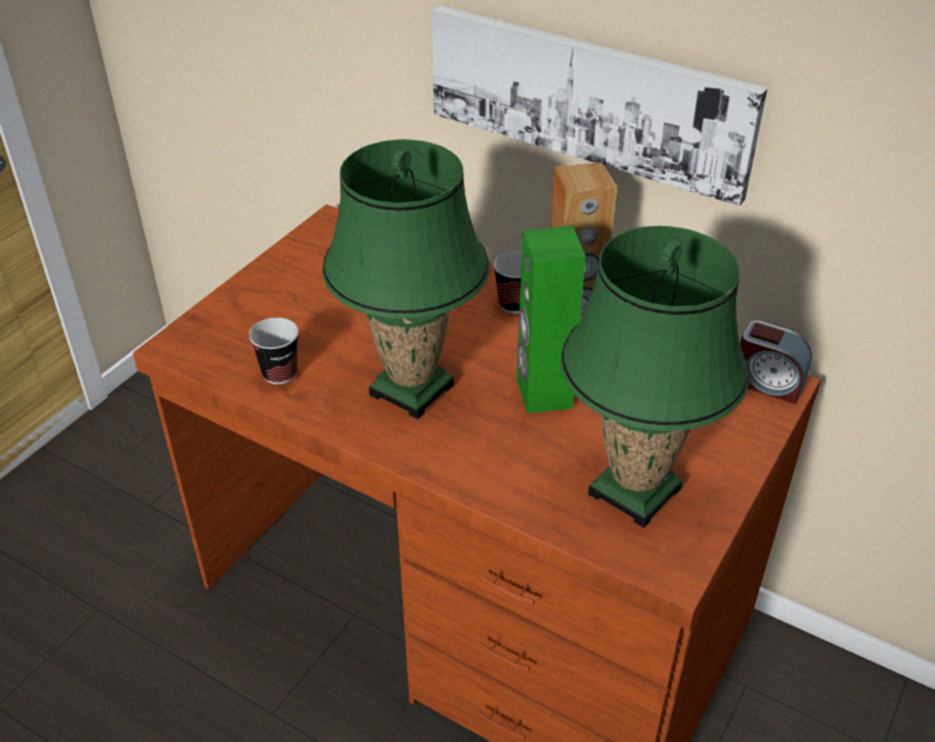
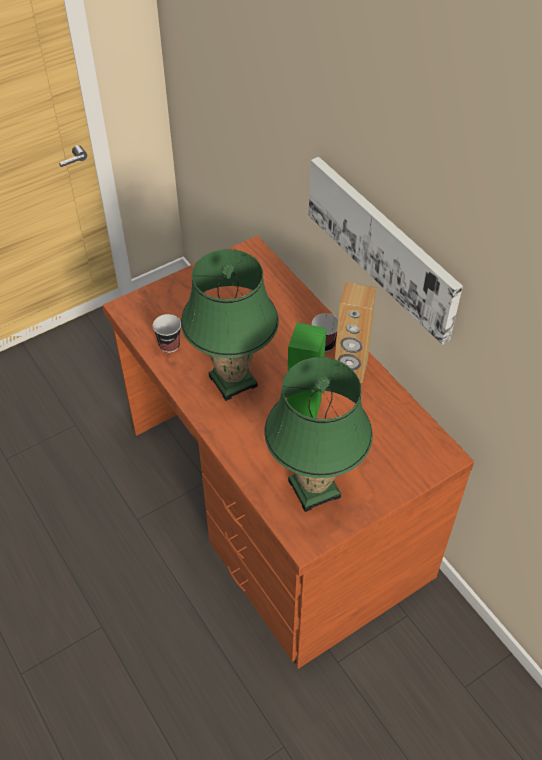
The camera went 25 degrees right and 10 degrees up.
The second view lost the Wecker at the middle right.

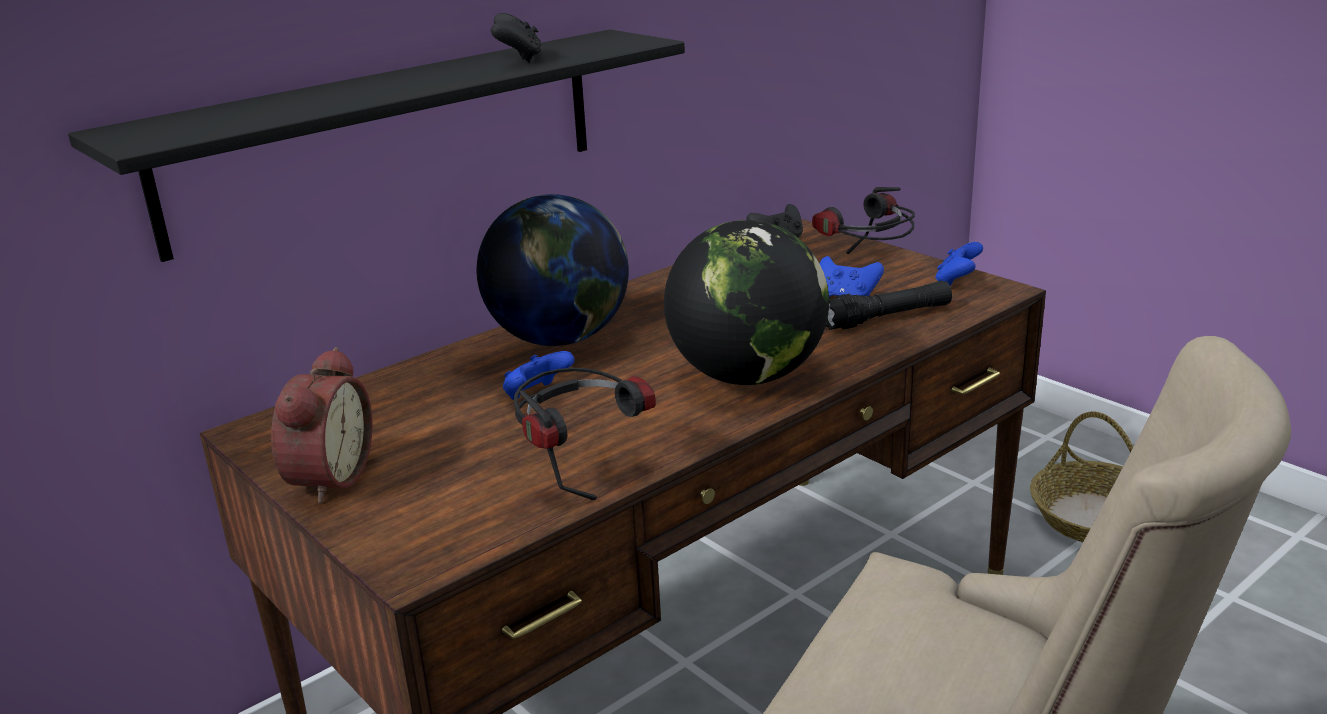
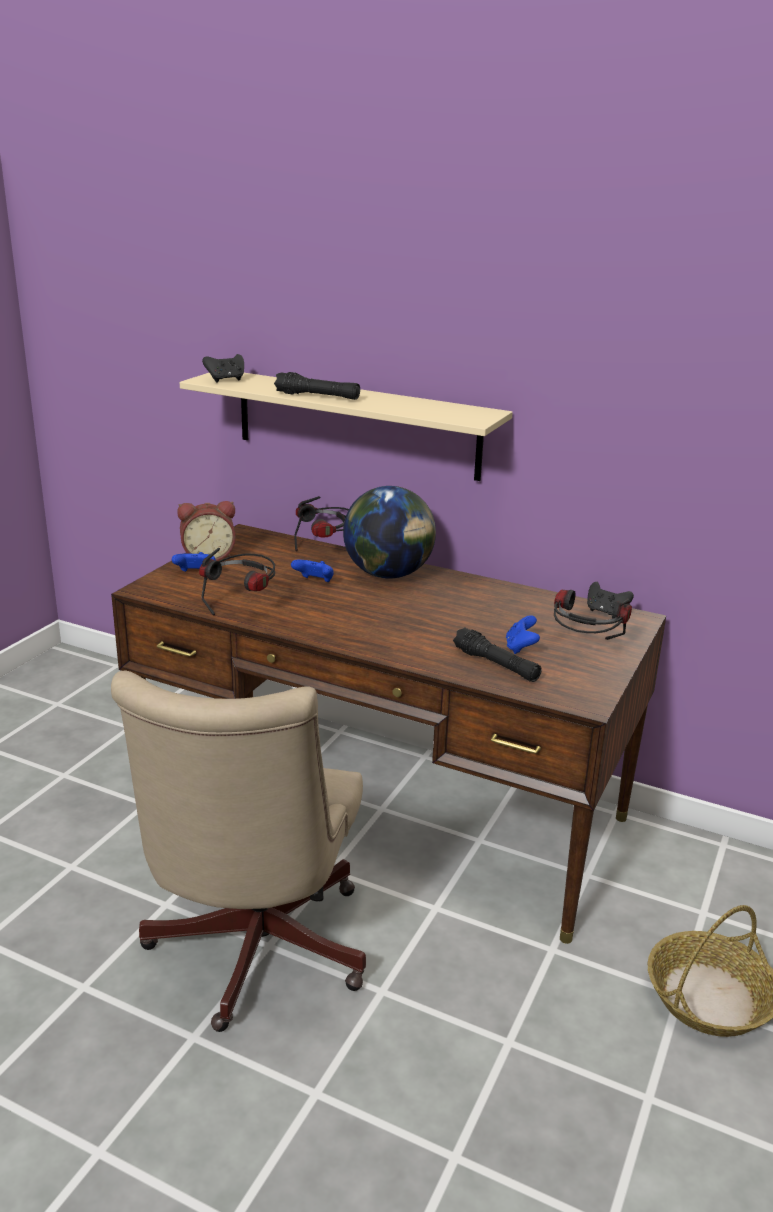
The camera went 65 degrees right and 0 degrees up.
What was the Wandregal (schwarz) at the top left turned into the Wandregal (beige) at the centre.
The Gamepad (schwarz) (1st from left) ended up elsewhere, having gone from the top centre to the top left.
The second view lost the Globus (2nd from left) at the centre.
The Gamepad (blau) (3rd from left in the first image) ended up elsewhere, having gone from the middle right to the middle left.
The second view gained the Taschenlampe (schwarz) (1st from left) at the top centre.
The second view gained the Kopfhörer (2nd from left) at the centre.

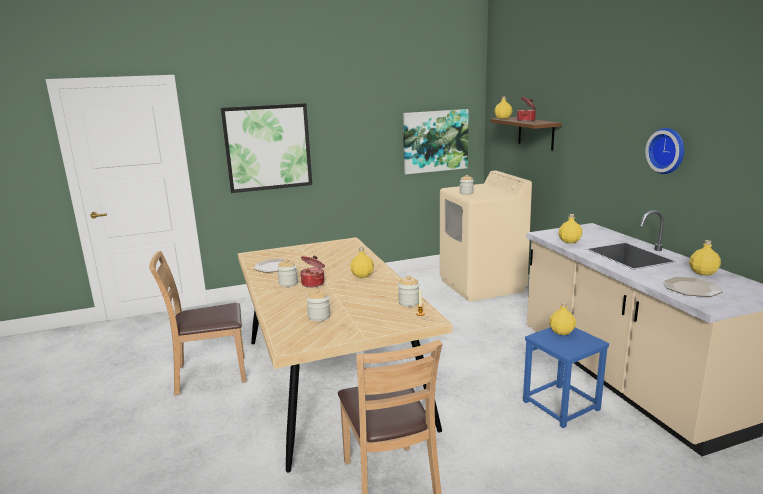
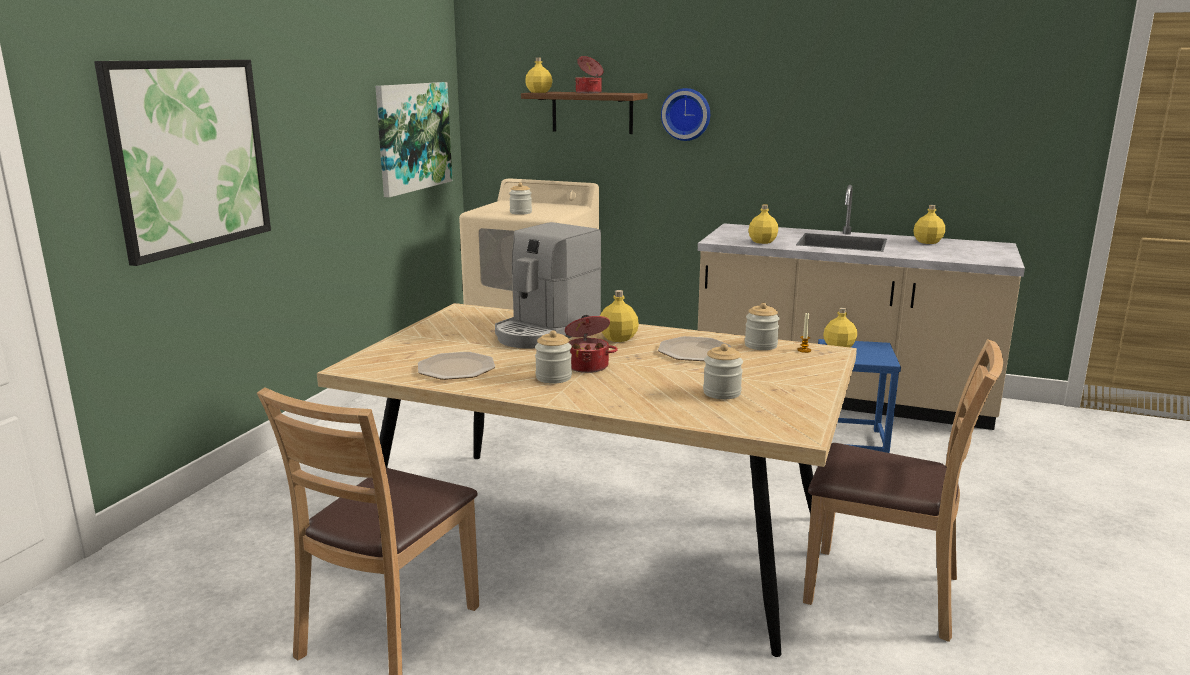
The camera went 50 degrees left and 0 degrees up.
The Wanduhr ended up elsewhere, having gone from the top right to the top centre.
The Teller (2nd from left) ended up elsewhere, having gone from the middle right to the centre.
The second view gained the Kaffeemaschine at the centre.

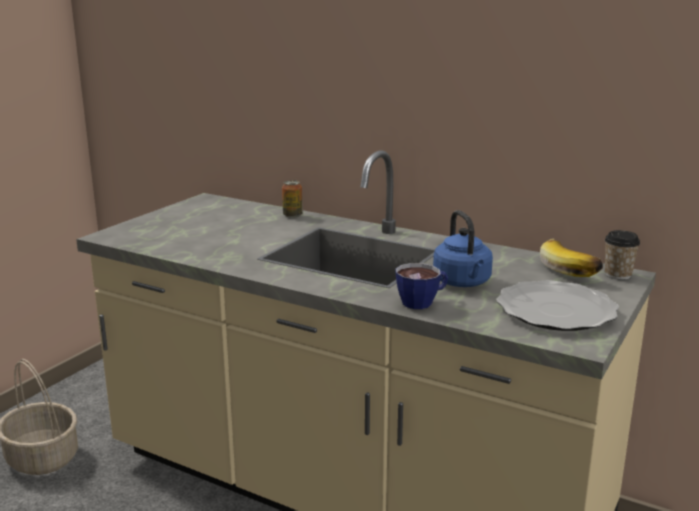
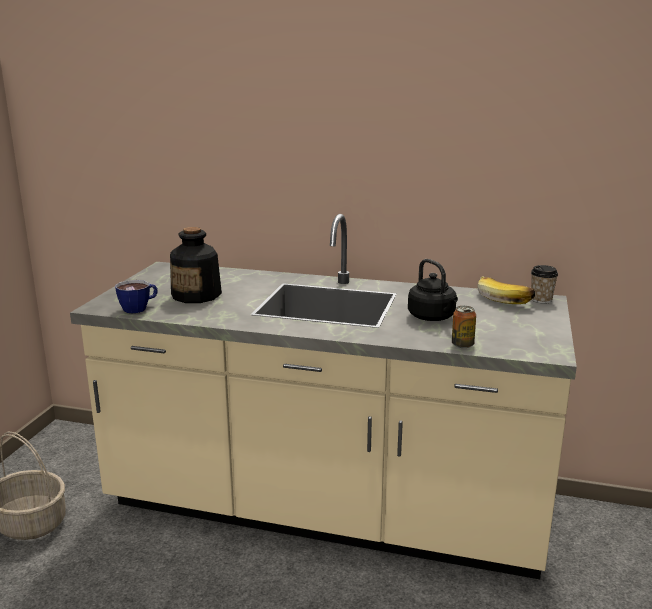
The camera went 15 degrees left and 0 degrees up.
The Dose ended up elsewhere, having gone from the centre to the middle right.
The Tasse (1st from left) ended up elsewhere, having gone from the centre to the middle left.
What was the Wasserkessel (blau) at the centre turned into the Wasserkessel (schwarz) at the centre.
The second view lost the Teller at the middle right.
The second view gained the Flasche at the middle left.

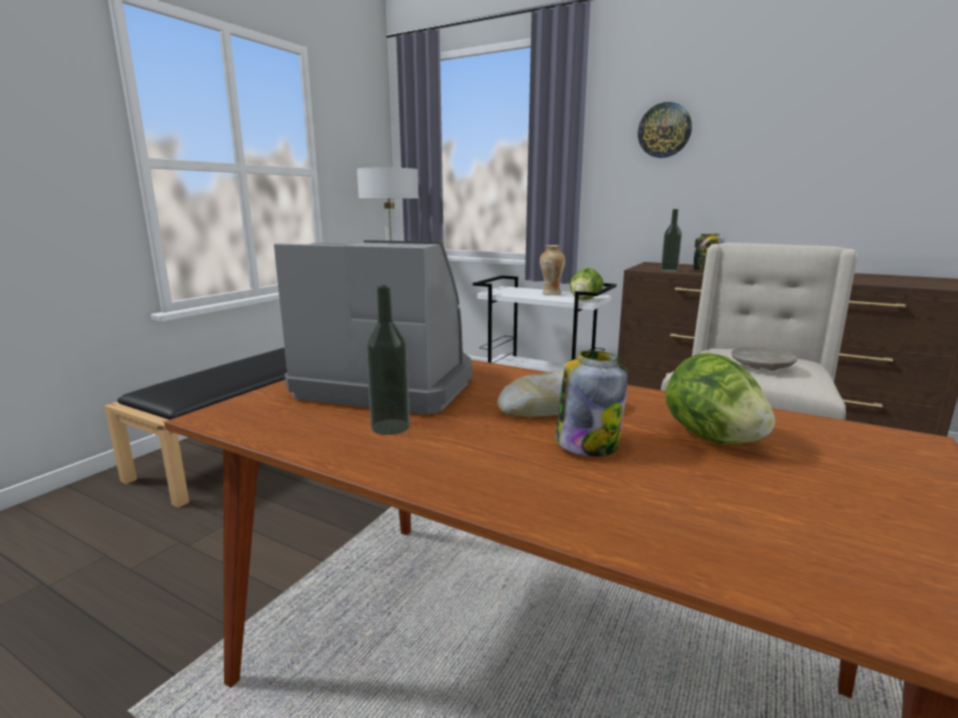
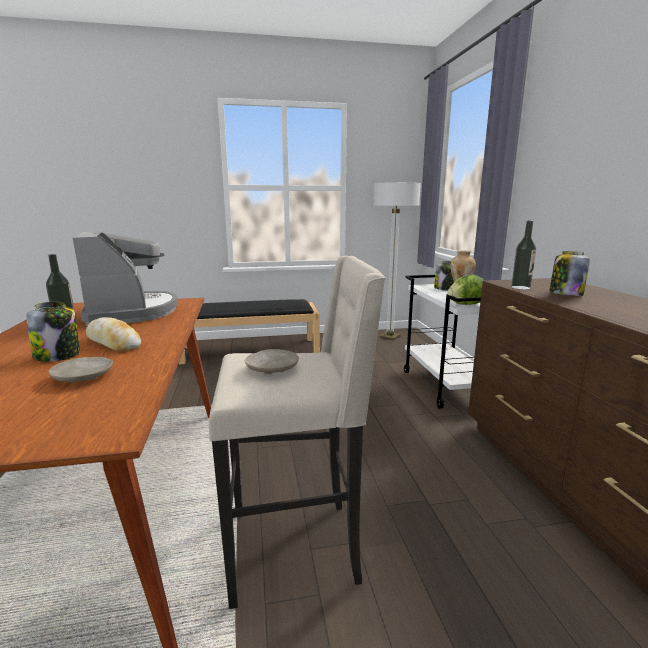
The camera went 50 degrees right and 0 degrees up.
The second view lost the Wanduhr at the top right.
Where the Salatkopf (2nd from left) stood at the middle right, the Teller (beige) (1st from left) came to stand at the middle left.
The second view gained the Vorratsglas (2nd from left) at the middle right.

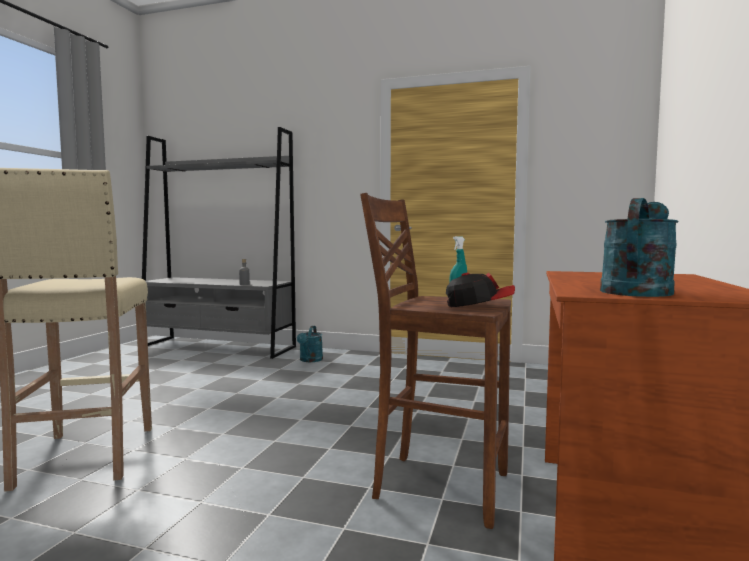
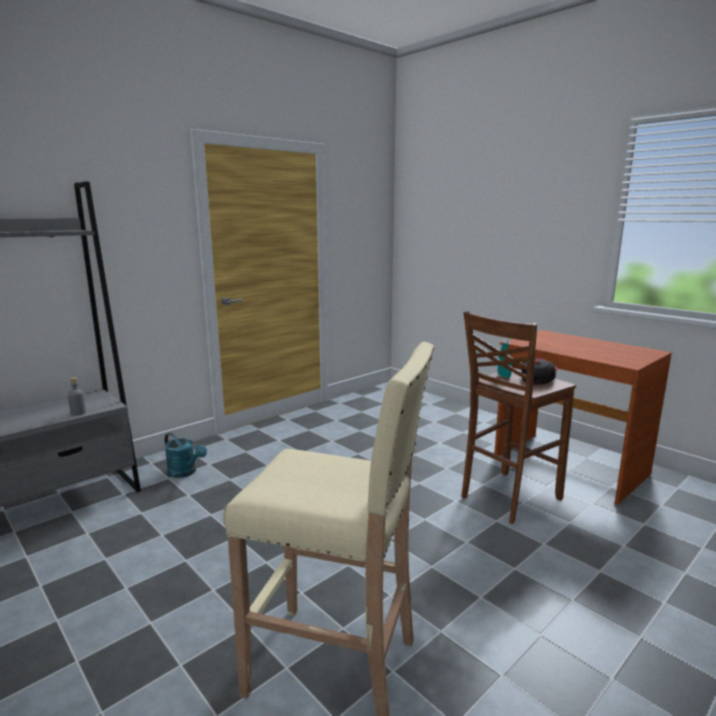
The camera went 60 degrees left and 10 degrees up.
The second view lost the Gießkanne (türkis) (2nd from left) at the middle right.

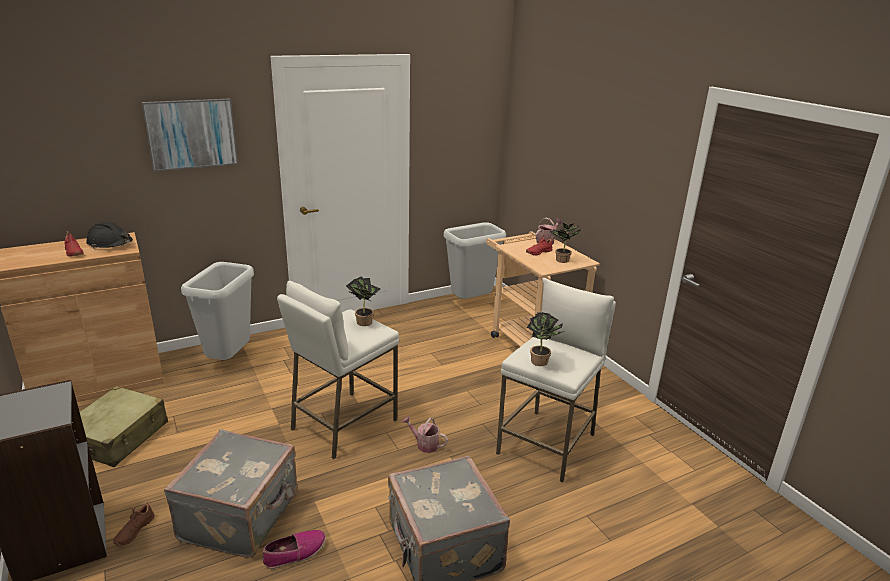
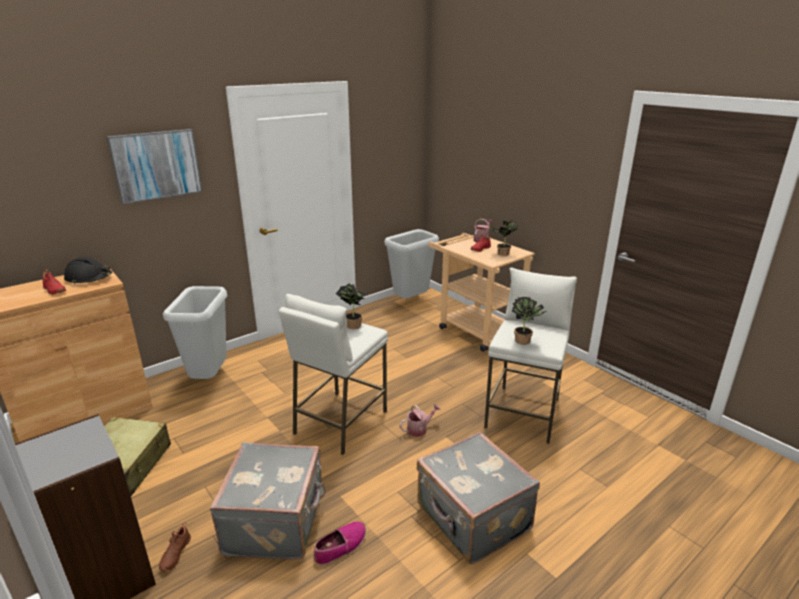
The camera went 10 degrees left and 0 degrees up.
The Gießkanne (1st from left) at the bottom centre ended up facing another way, 135 degrees clockwise from before.

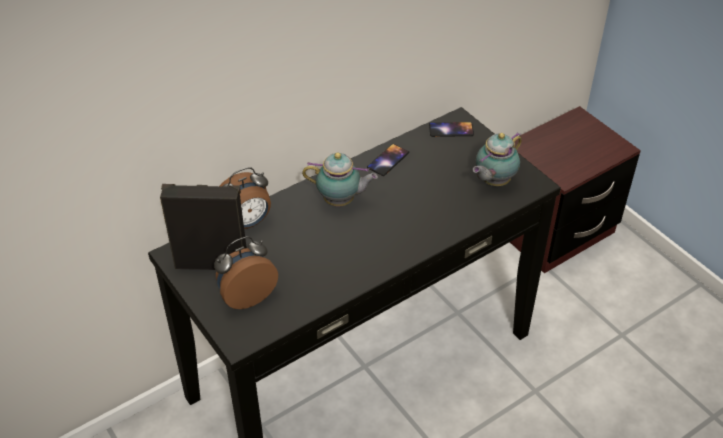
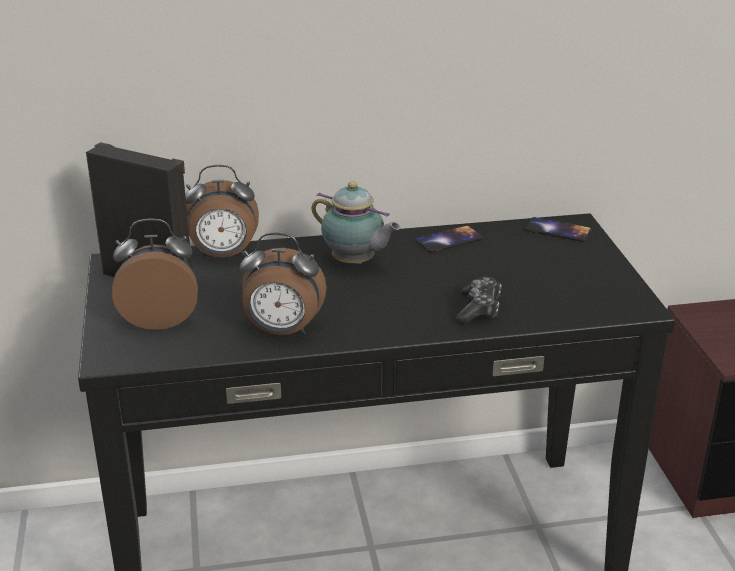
The camera went 25 degrees right and 15 degrees down.
The second view lost the Teekanne (2nd from left) at the middle right.
The second view gained the Wecker (3rd from left) at the centre.
The second view gained the Gamepad at the centre.

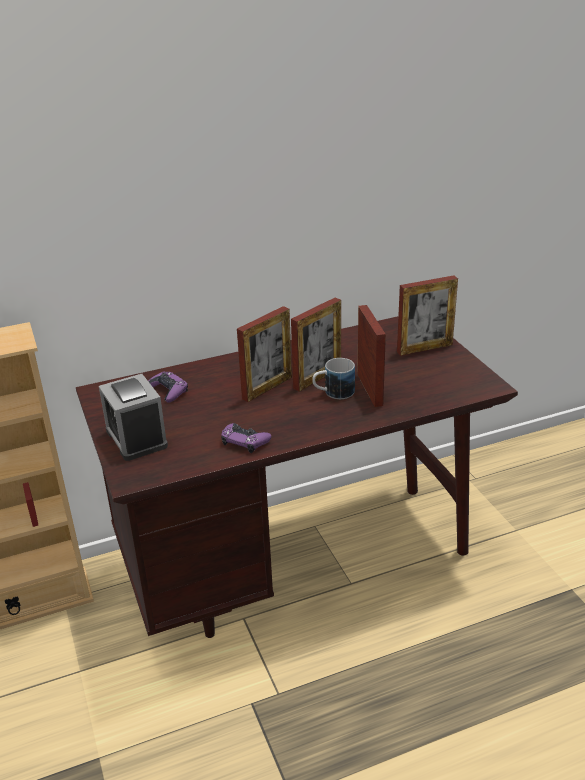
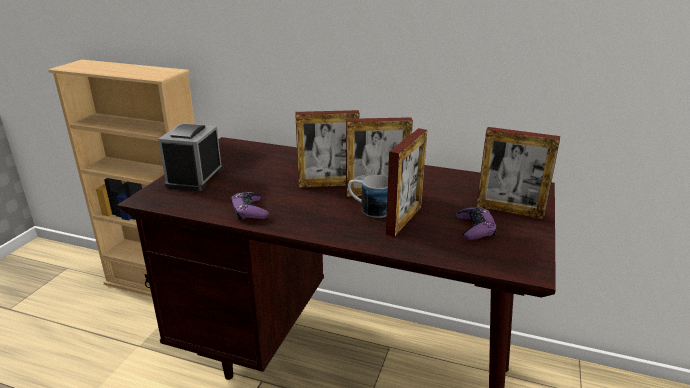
The camera went 40 degrees right and 5 degrees down.
The Gamepad (lila) (1st from left in the first image) ended up elsewhere, having gone from the middle left to the middle right.

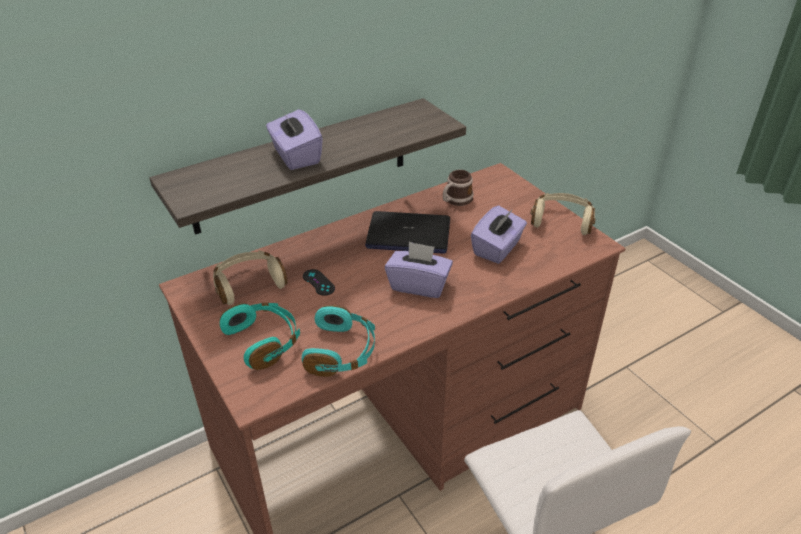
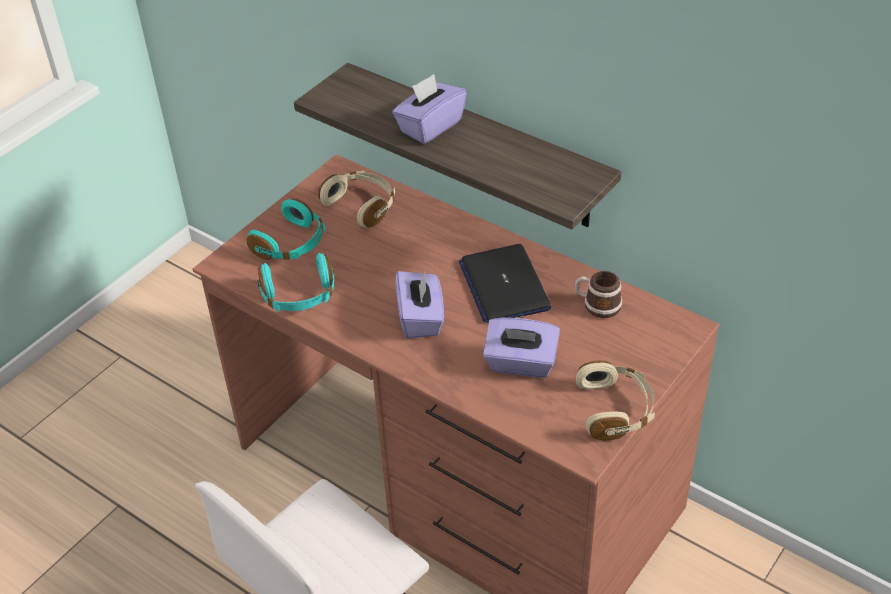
The camera went 70 degrees right and 5 degrees up.
The second view lost the Gamepad (schwarz) at the centre.

